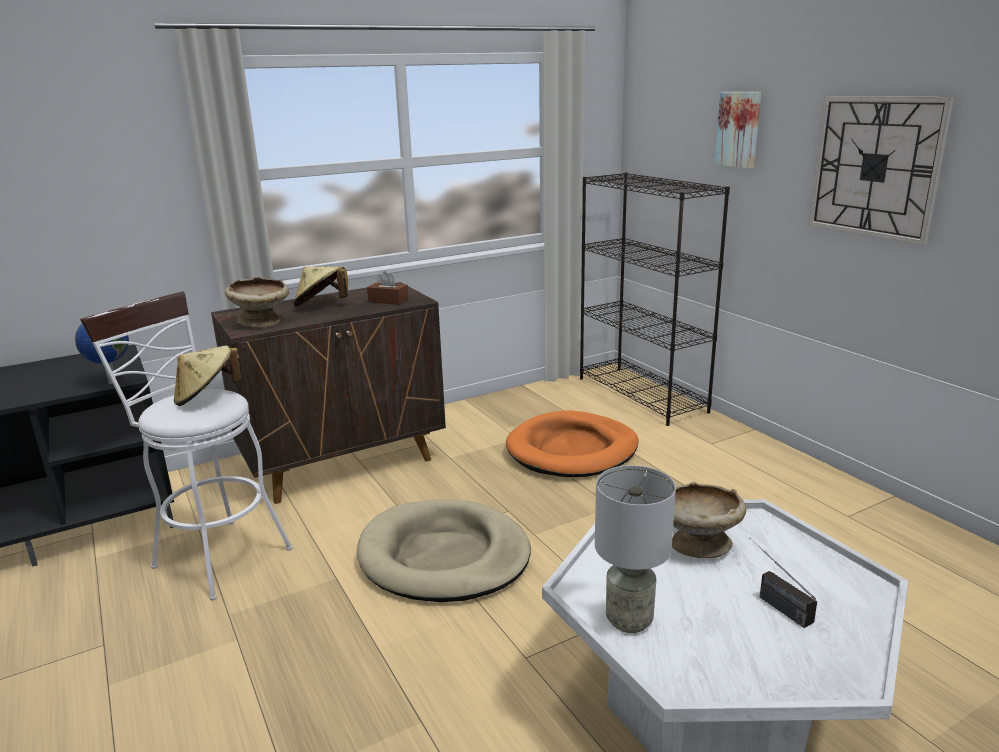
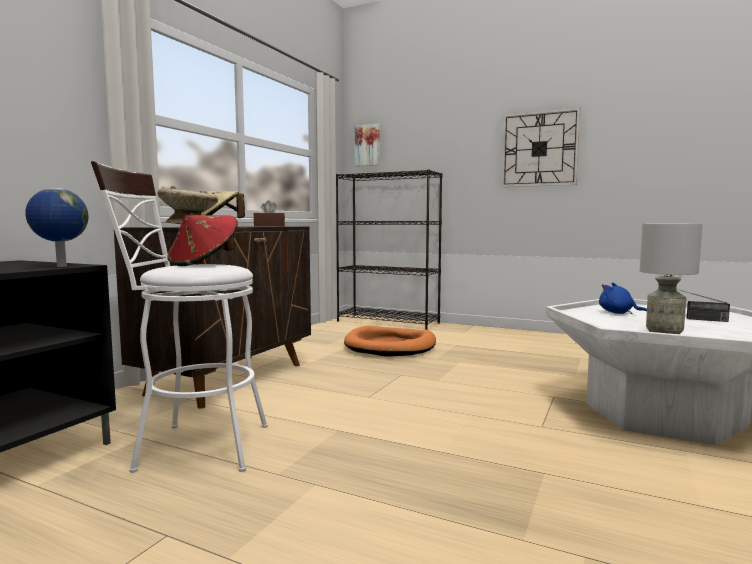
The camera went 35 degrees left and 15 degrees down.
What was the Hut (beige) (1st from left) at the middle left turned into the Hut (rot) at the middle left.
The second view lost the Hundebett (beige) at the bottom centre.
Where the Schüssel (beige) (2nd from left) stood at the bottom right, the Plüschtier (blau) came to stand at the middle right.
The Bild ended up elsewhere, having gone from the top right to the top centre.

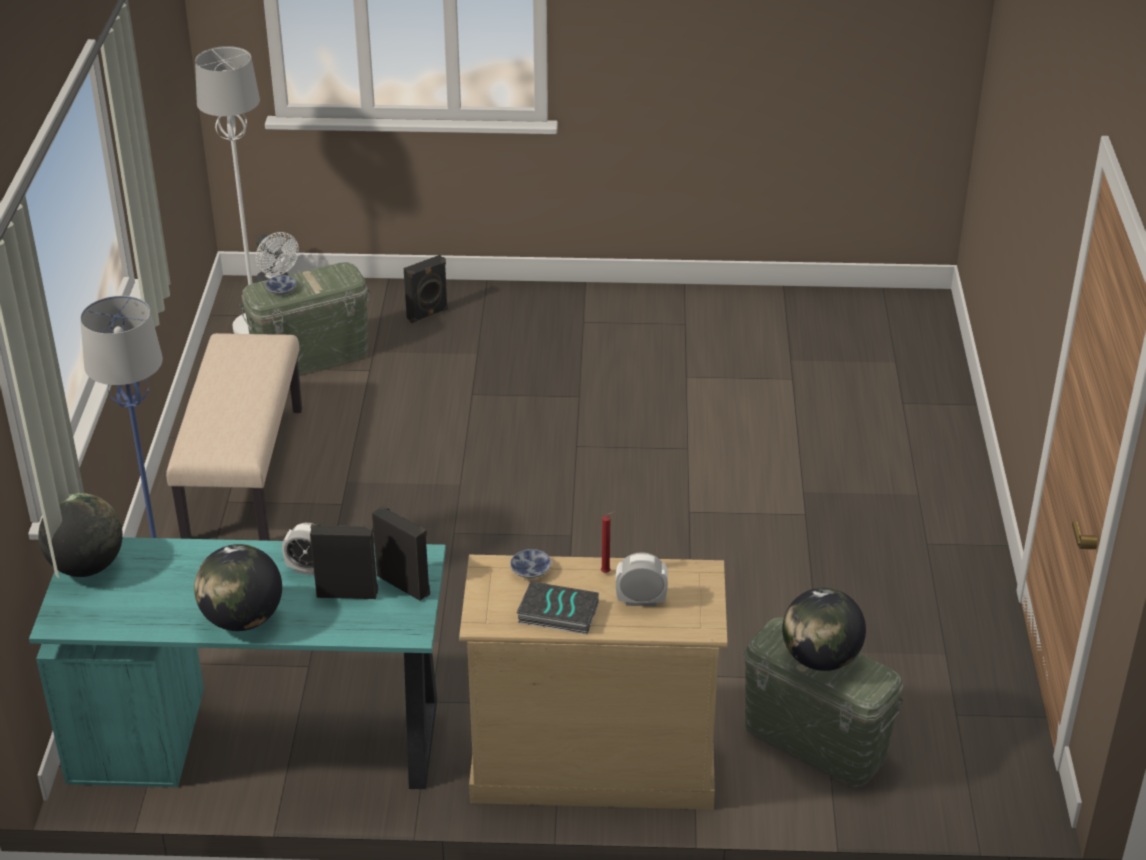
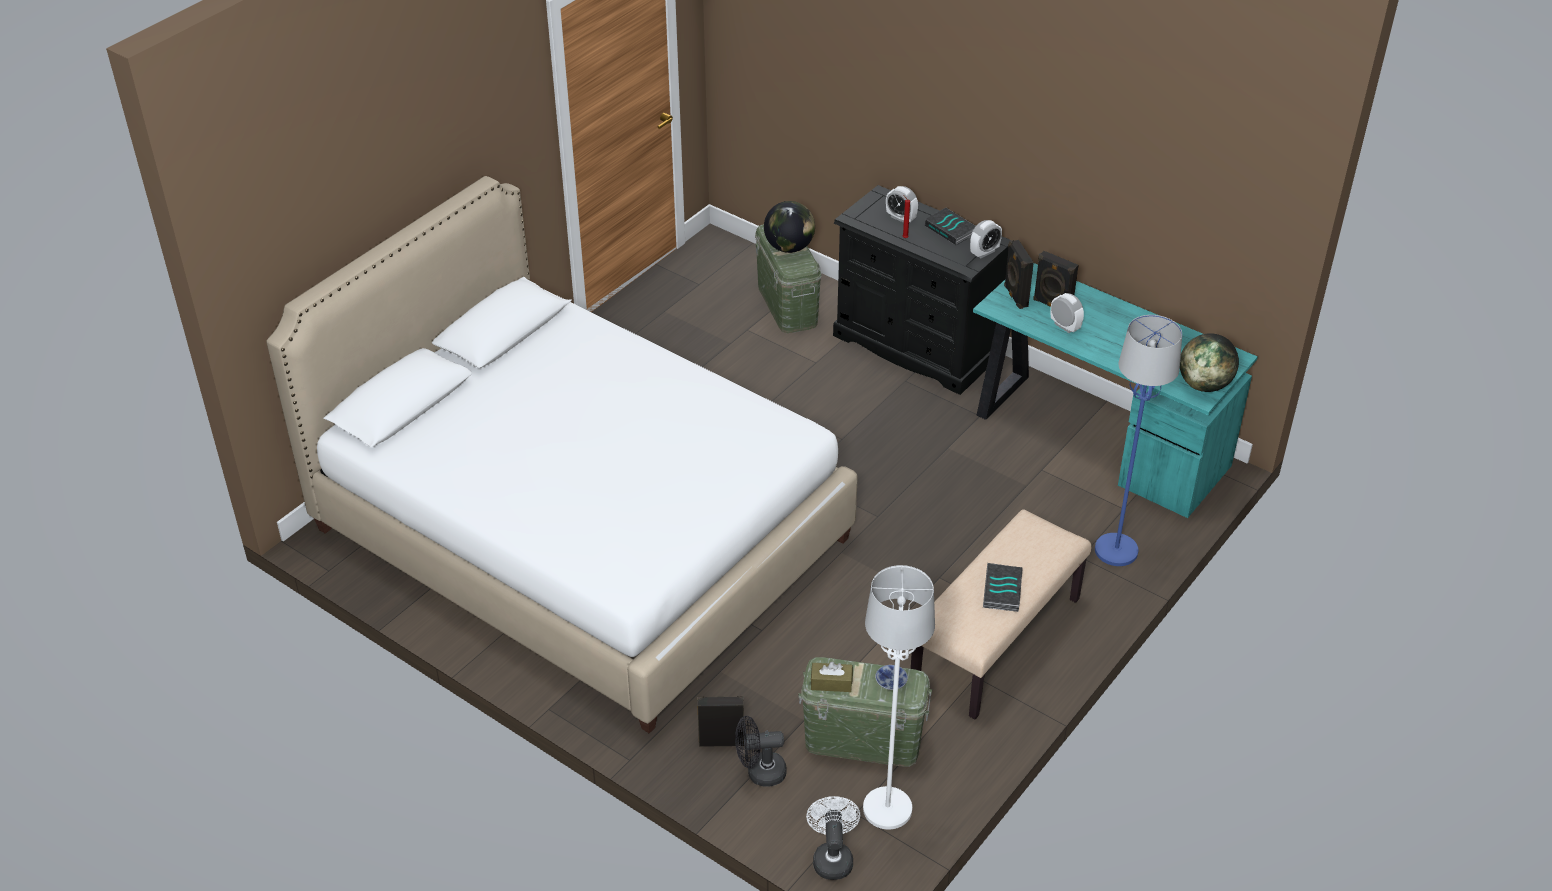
The camera went 145 degrees left and 5 degrees up.
The second view lost the Globus (2nd from left) at the bottom left.
What was the Kommode (beige) at the bottom centre turned into the Kommode (schwarz) at the top centre.
The second view lost the Schüssel (2nd from left) at the centre.
The second view gained the Bett (weiß) at the centre.
The second view gained the Ventilator (schwarz) at the bottom centre.
The second view gained the Taschentuchbox (braun) at the bottom centre.
The second view gained the Wecker (2nd from left) at the top centre.
The second view gained the Buch (2nd from left) at the centre.

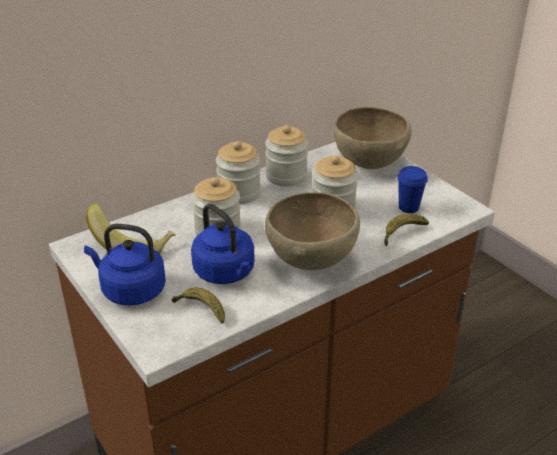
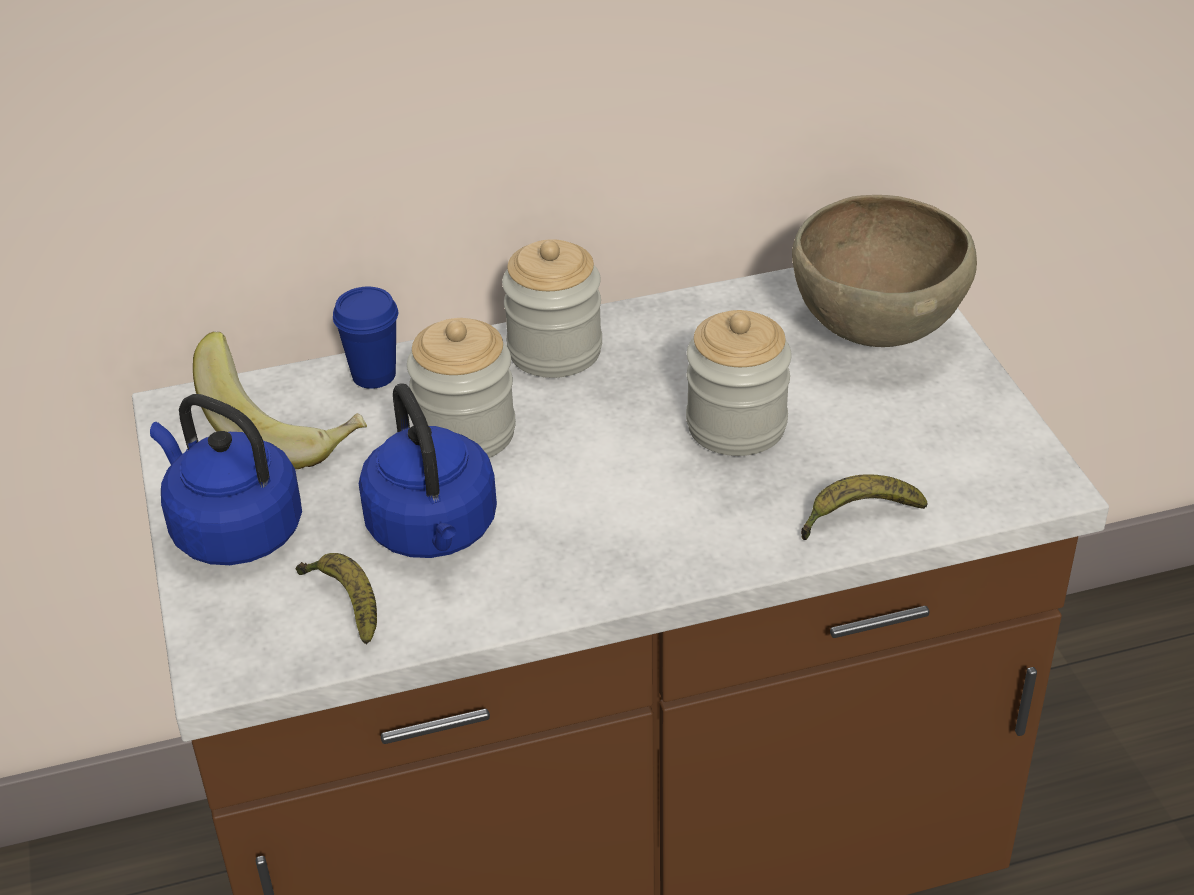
The camera went 20 degrees right and 5 degrees up.
The second view lost the Vorratsglas (3rd from left) at the centre.
The second view lost the Schüssel (braun) (1st from left) at the centre.
The Tasse (blau) ended up elsewhere, having gone from the middle right to the middle left.

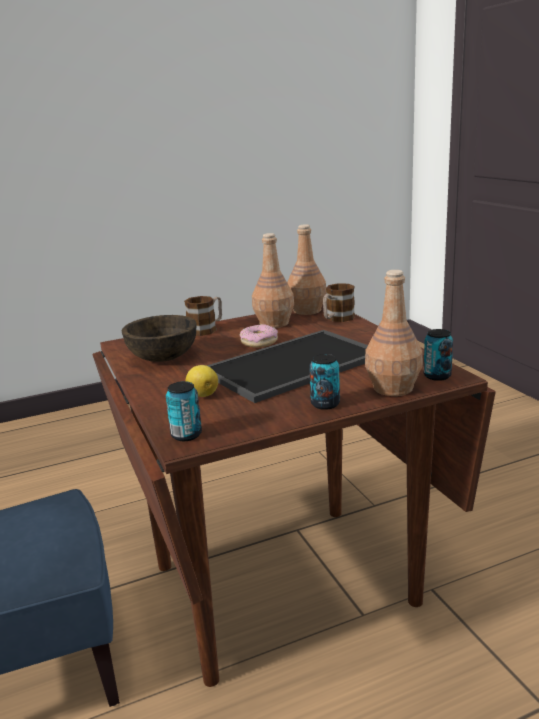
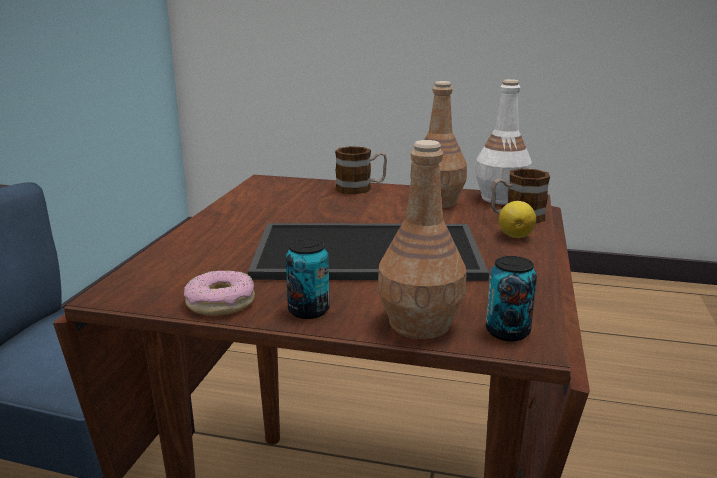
The camera went 35 degrees right and 0 degrees up.
The second view lost the Schüssel (braun) at the middle left.
The second view lost the Dose (1st from left) at the centre.
The Zitrone ended up elsewhere, having gone from the centre to the middle right.
The Donut ended up elsewhere, having gone from the centre to the middle left.
What was the Flasche (braun) (2nd from left) at the centre turned into the Flasche (weiß) at the top right.

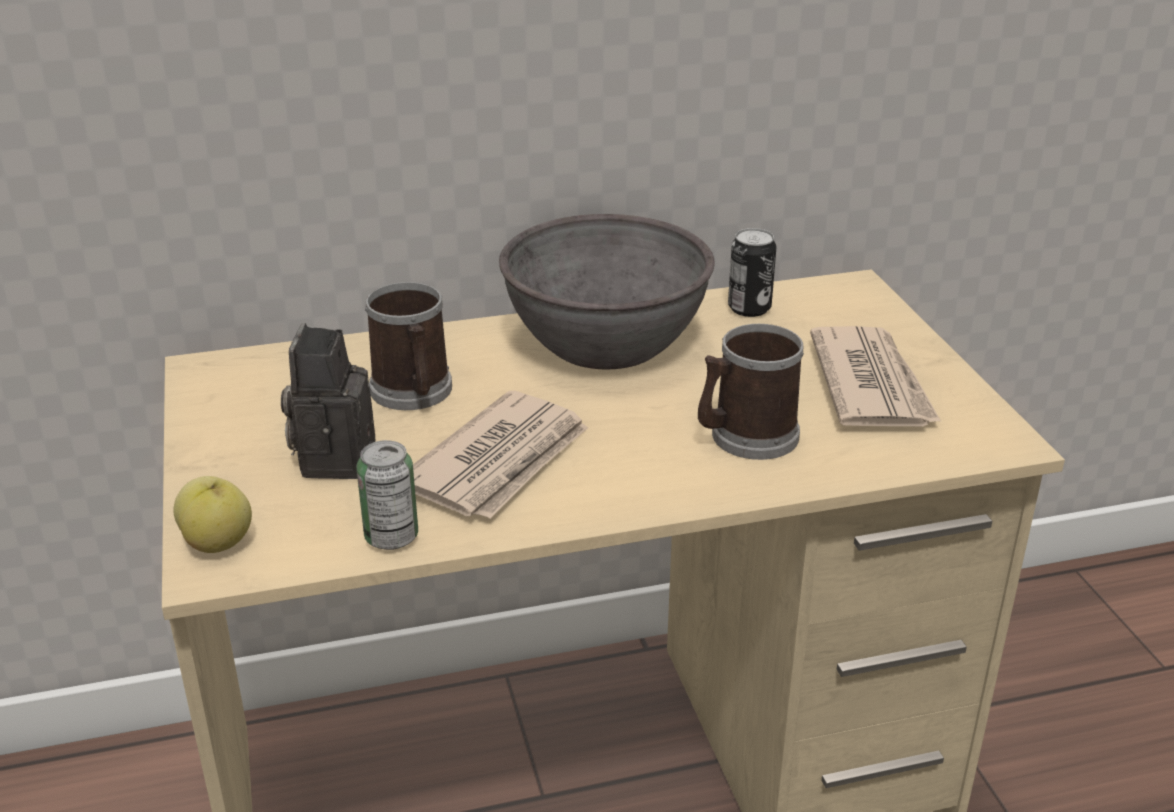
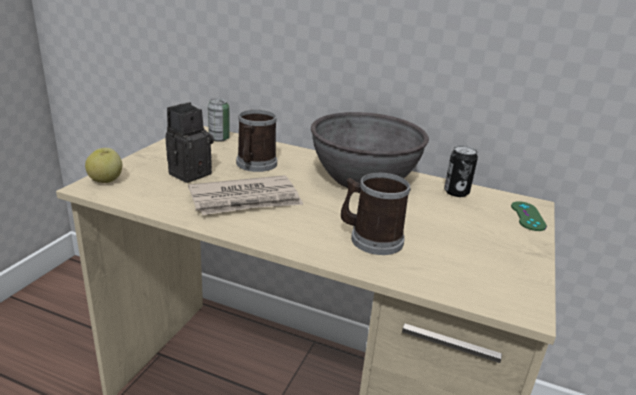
The camera went 35 degrees right and 5 degrees down.
The Dose (1st from left) ended up elsewhere, having gone from the middle left to the top centre.
The second view lost the Zeitung (2nd from left) at the middle right.
The second view gained the Gamepad (grün) at the middle right.

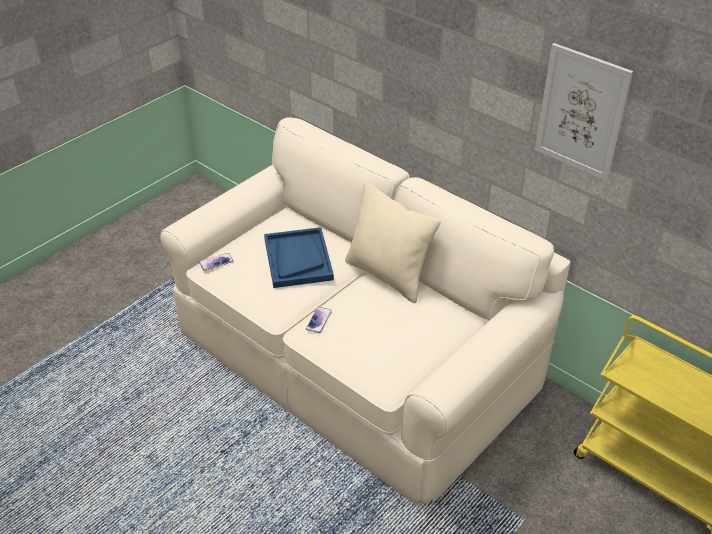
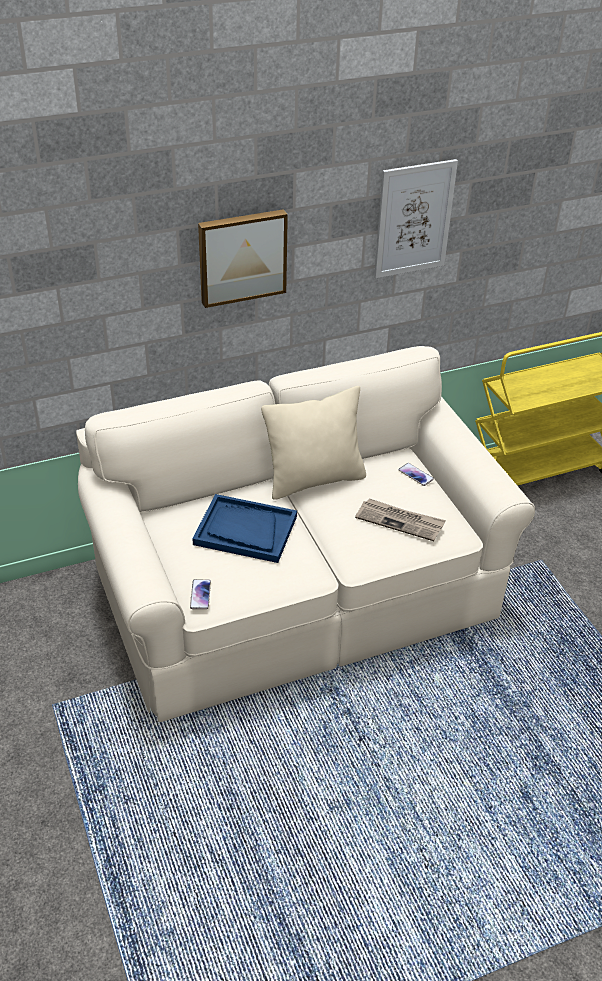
The camera went 65 degrees left and 0 degrees up.
The Handy (2nd from left) ended up elsewhere, having gone from the centre to the middle right.
The second view gained the Bild (1st from left) at the top centre.
The second view gained the Zeitung at the centre.

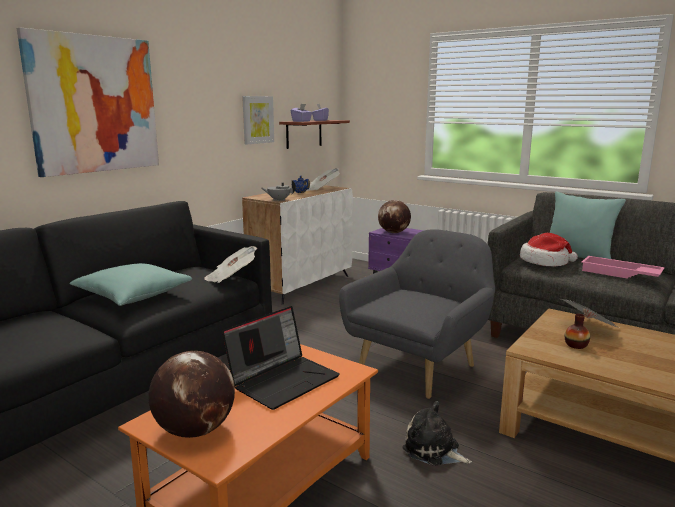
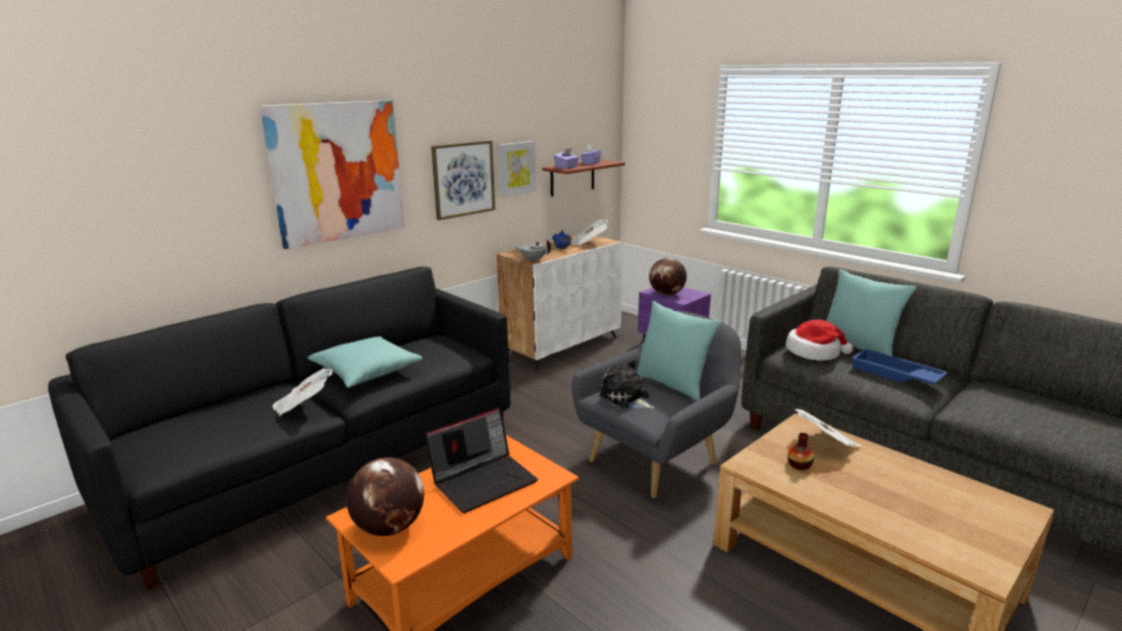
The camera went 10 degrees right and 5 degrees up.
The Zeitung (1st from left) ended up elsewhere, having gone from the centre to the middle left.
The Plüschtier ended up elsewhere, having gone from the bottom centre to the centre.
What was the Tablett (rosa) at the middle right turned into the Tablett (blau) at the middle right.
The second view gained the Bild (2nd from left) at the top centre.
The second view gained the Kissen (türkis) (2nd from left) at the centre.

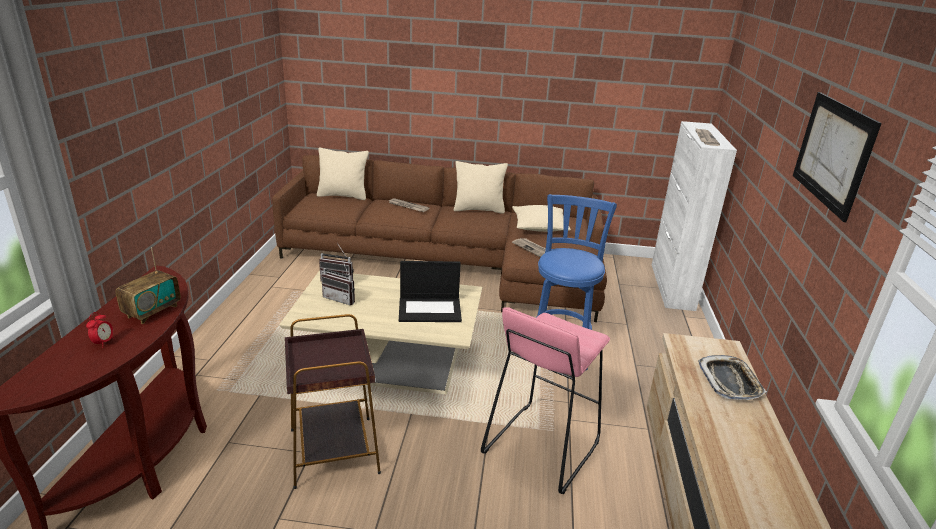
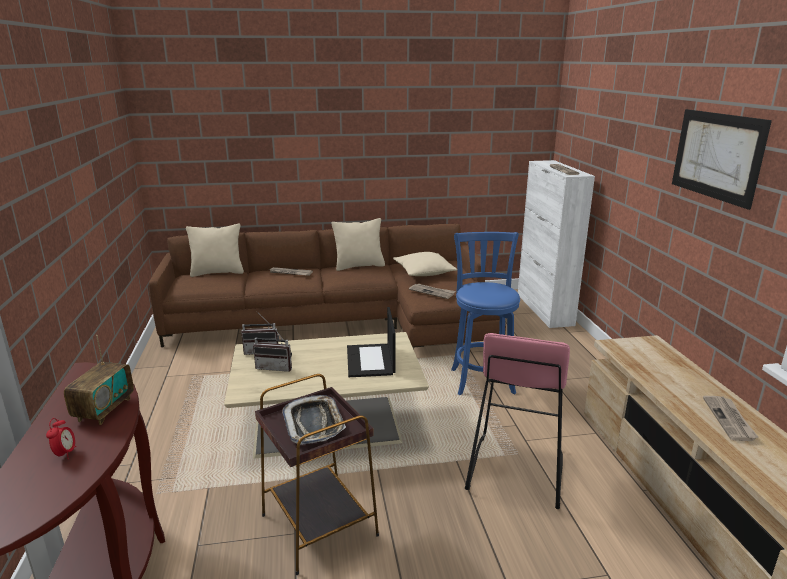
The camera went 15 degrees left and 5 degrees down.
The Laptop at the centre ended up facing another way, 105 degrees clockwise from before.
The Tablett ended up elsewhere, having gone from the bottom right to the bottom centre.
The second view gained the Zeitung (4th from left) at the bottom right.

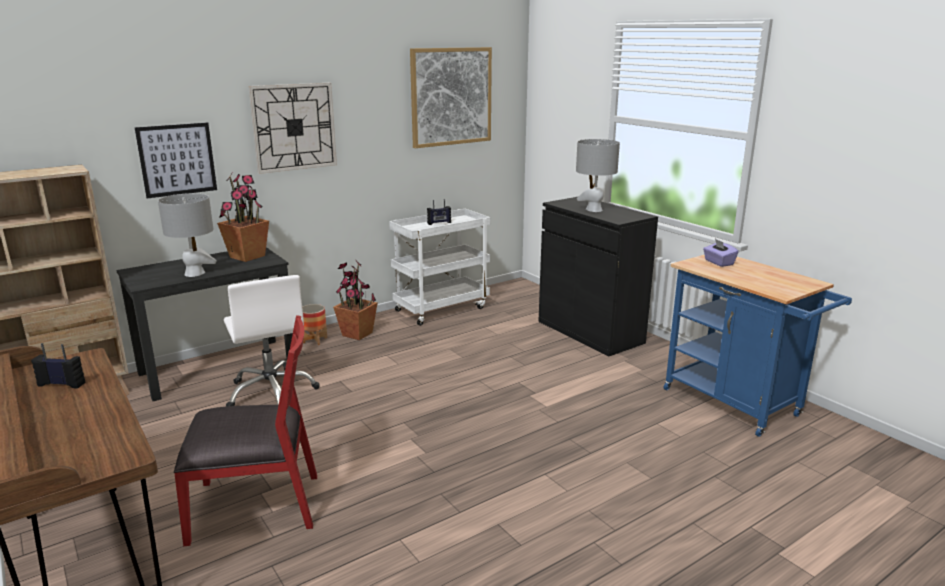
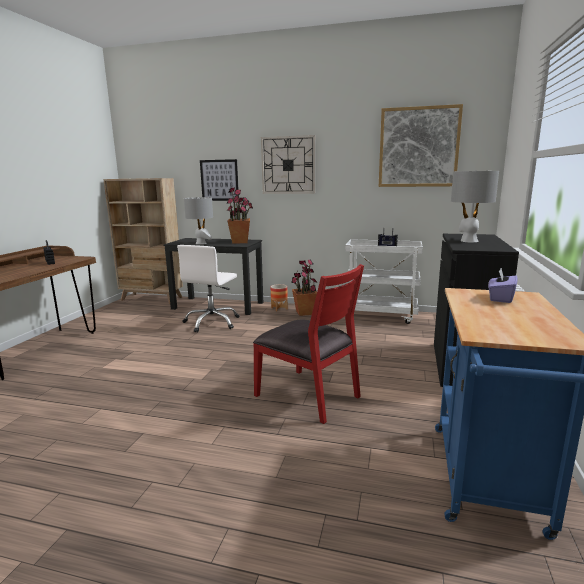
The camera went 50 degrees right and 5 degrees down.
The Stuhl (rot) ended up elsewhere, having gone from the bottom left to the centre.

